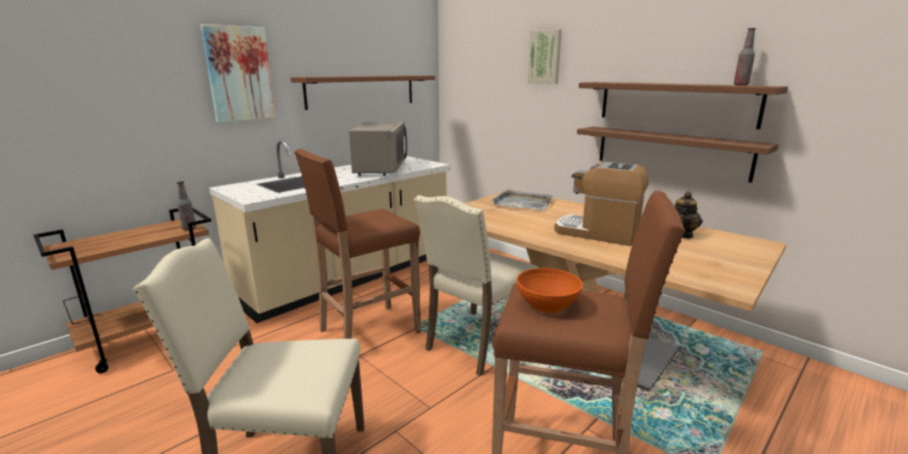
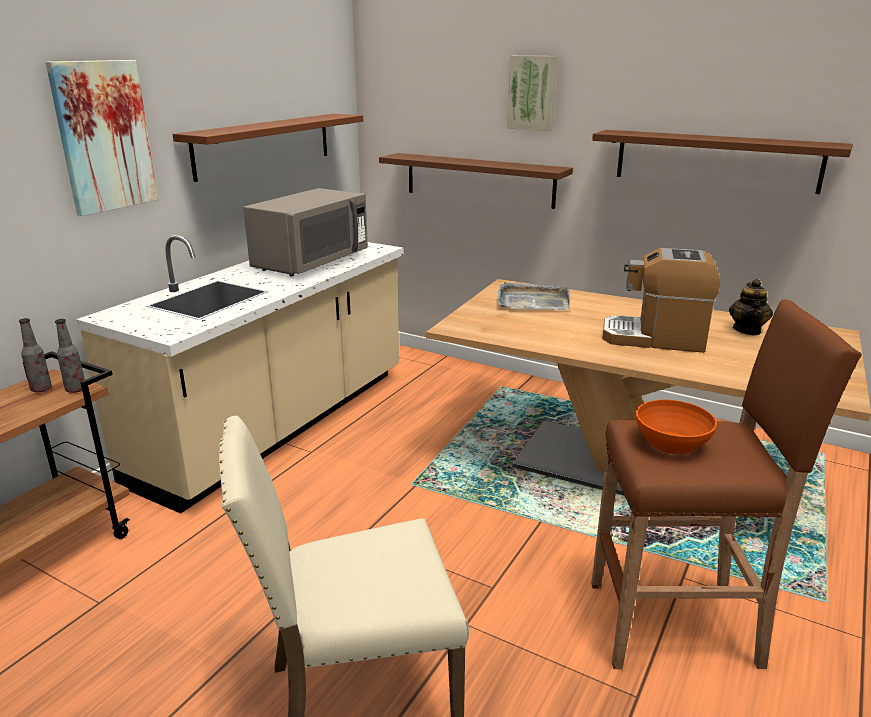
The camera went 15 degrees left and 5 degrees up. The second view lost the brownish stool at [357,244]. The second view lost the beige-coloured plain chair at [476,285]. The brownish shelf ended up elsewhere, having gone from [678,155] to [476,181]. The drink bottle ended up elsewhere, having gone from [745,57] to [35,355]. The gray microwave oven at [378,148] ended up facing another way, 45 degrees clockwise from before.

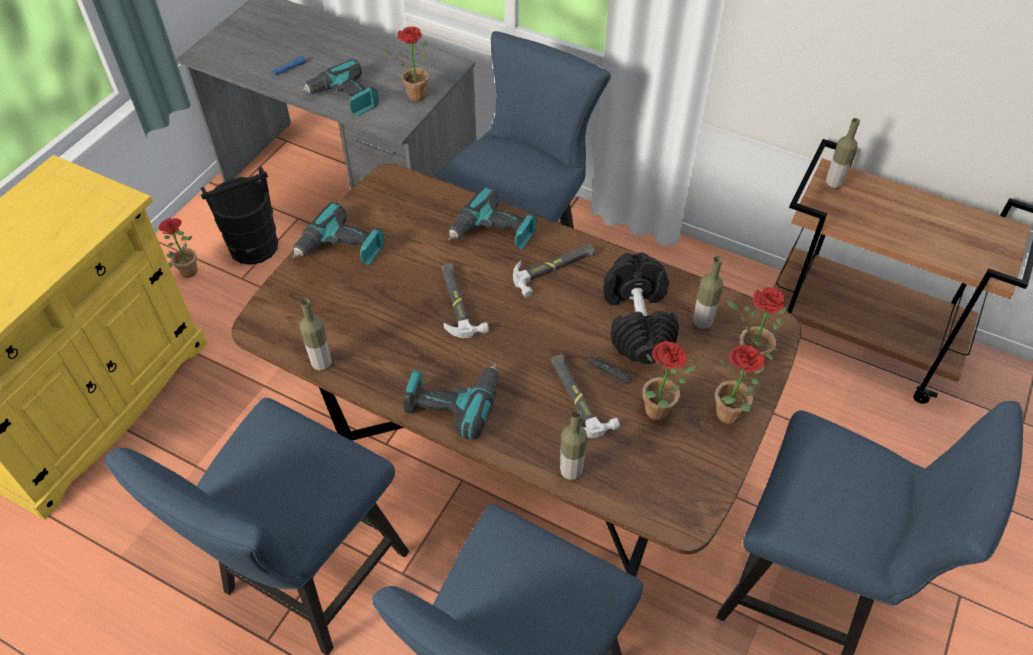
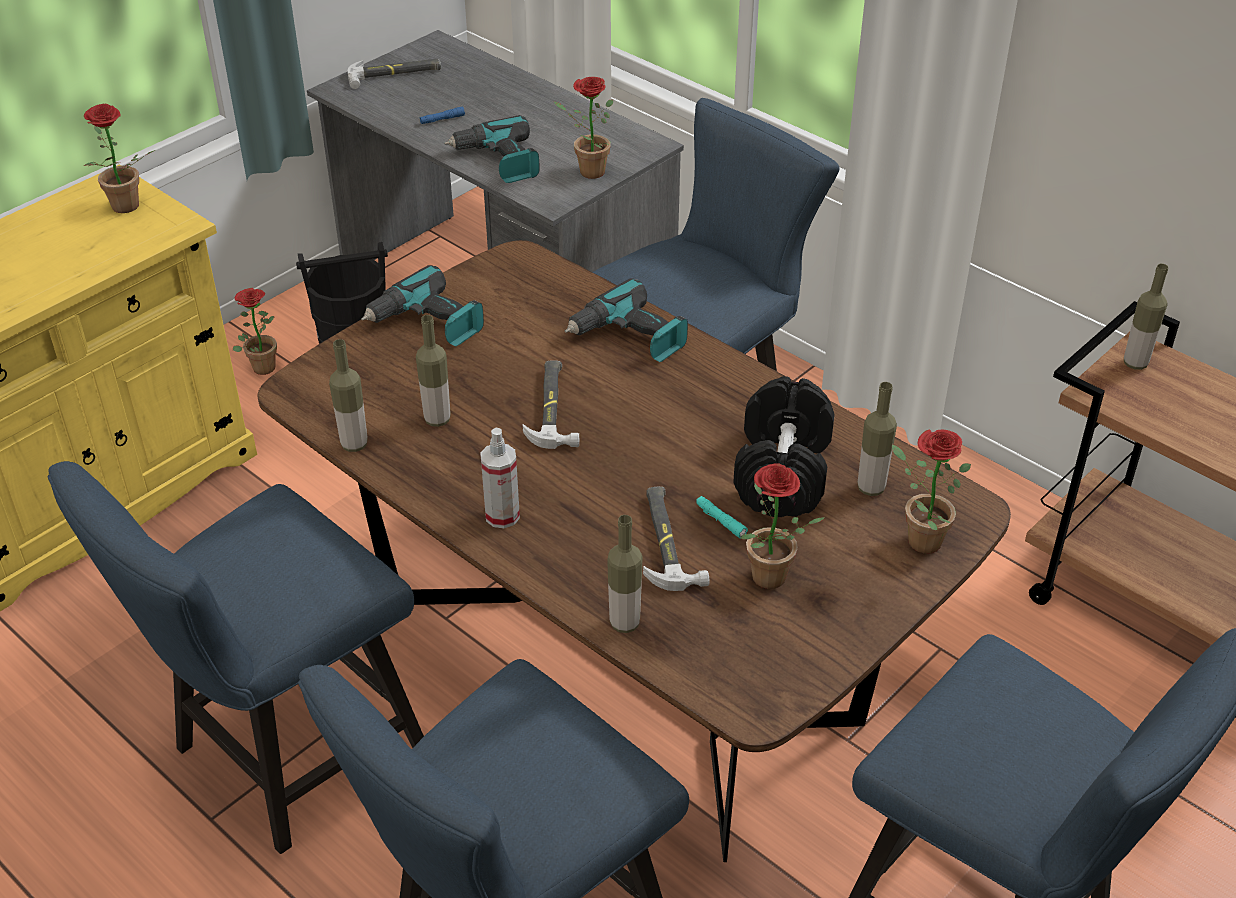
The camera went 15 degrees right and 10 degrees down. The second view gained the drink bottle at [433,371]. The hammer ended up elsewhere, having gone from [554,270] to [394,74]. The potted plant ended up elsewhere, having gone from [740,384] to [119,158]. Where the electric drill stood at [451,402], the sprayer came to stand at [500,478]. What was the blackish torch at [610,370] turned into the blue-green torch at [722,517].

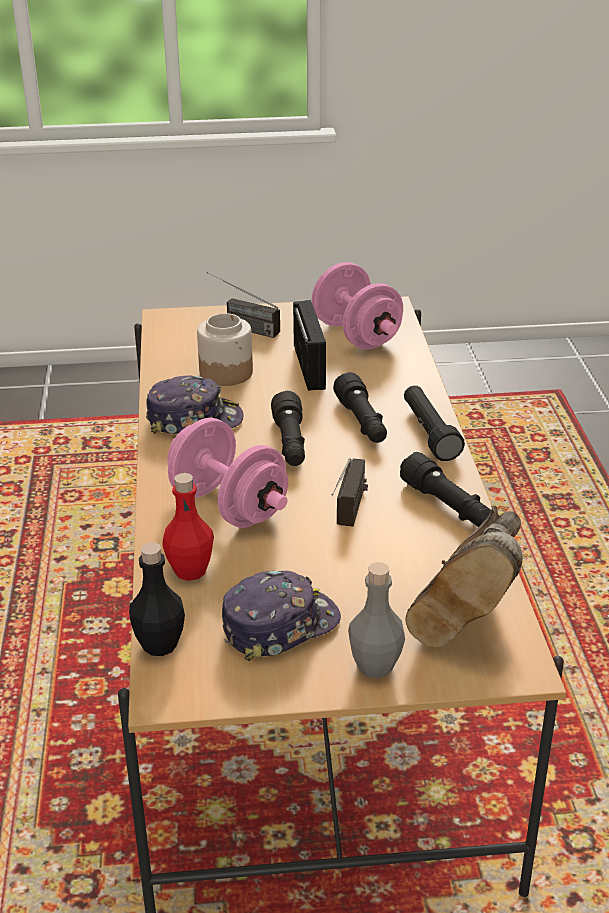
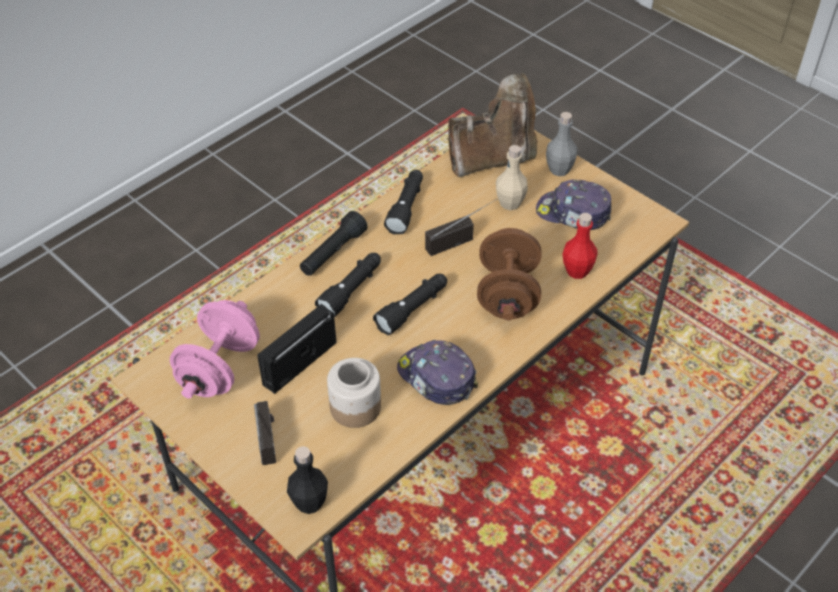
The camera went 130 degrees left and 15 degrees up. The second view gained the beige-coloured drink bottle at [512,177]. The blackish drink bottle ended up elsewhere, having gone from [157,599] to [307,480]. What was the pink free weight at [227,473] turned into the brownish free weight at [509,274].

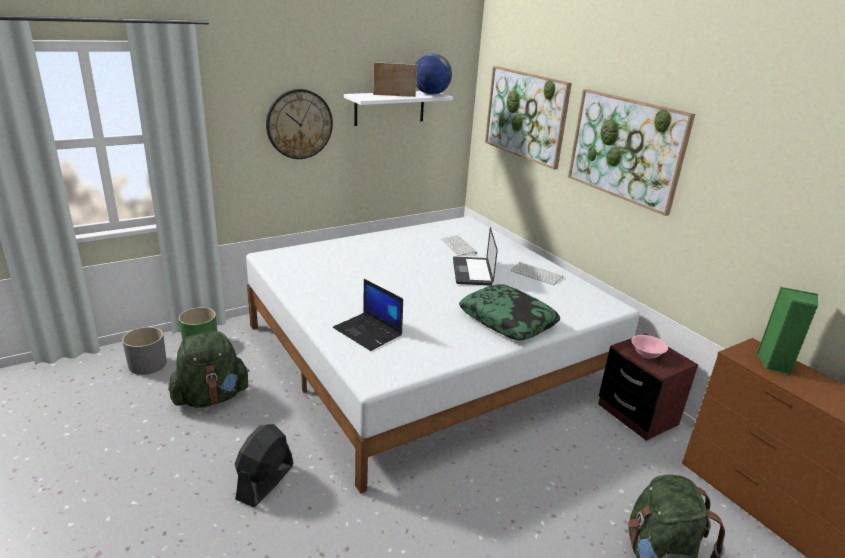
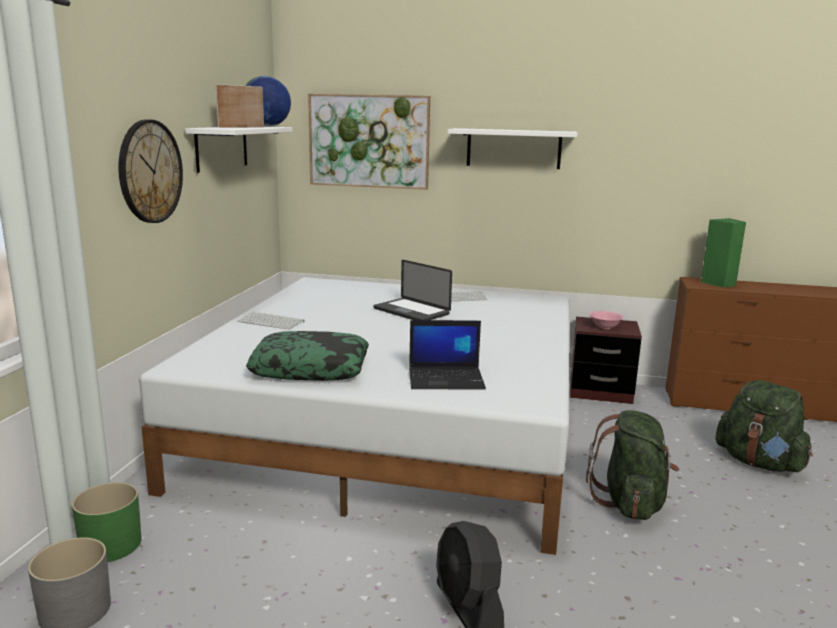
The camera went 45 degrees left and 10 degrees down. The green rucksack ended up elsewhere, having gone from [209,369] to [632,465]. The PC keyboard ended up elsewhere, having gone from [459,245] to [271,321]. The pillow ended up elsewhere, having gone from [509,312] to [307,356]. Where the picture hung at [631,152], the white-coloured shelf came to hang at [512,148].

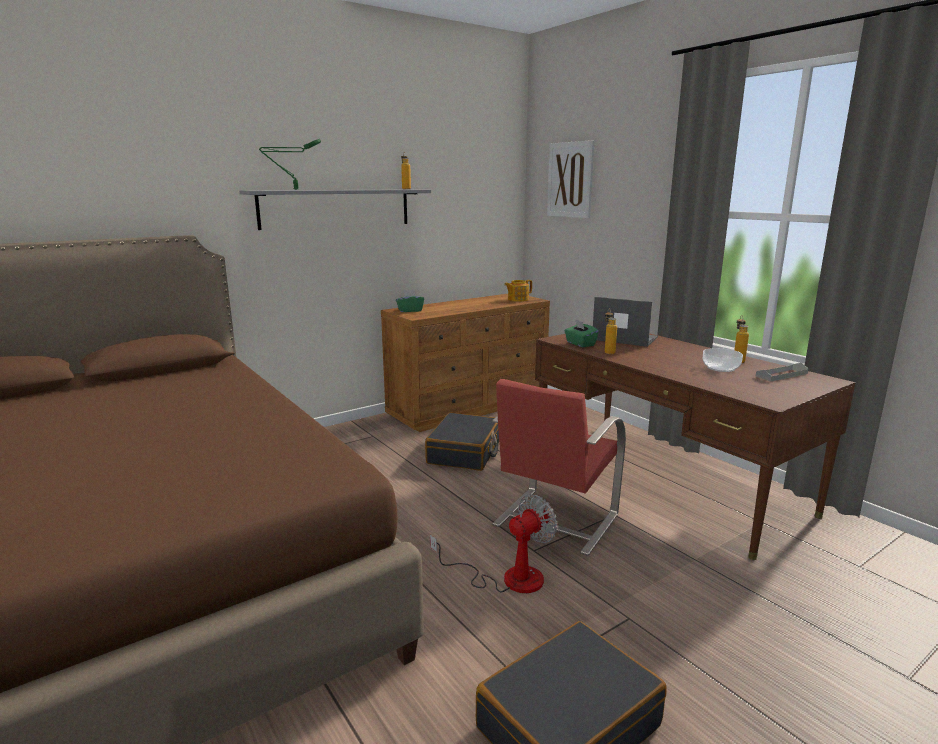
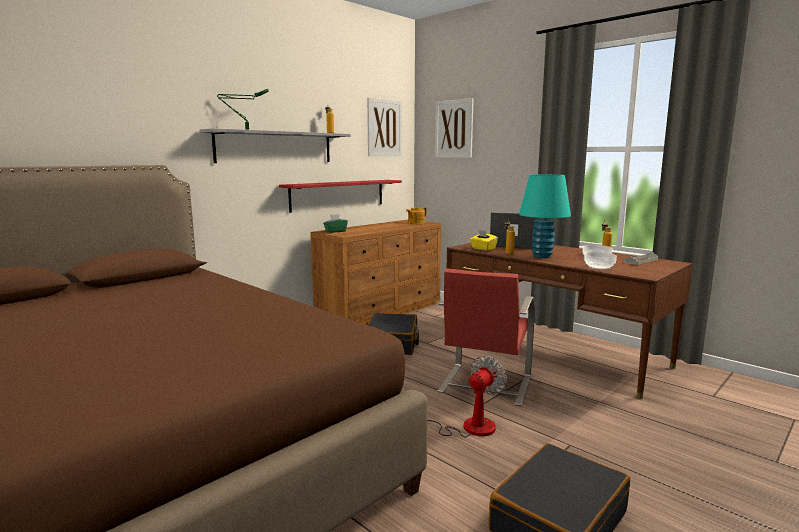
The camera went 10 degrees left and 5 degrees down. The second view gained the reddish shelf at [340,196]. The second view gained the picture at [384,127]. The second view gained the blue-green table lamp at [545,216]. The second view gained the serving bowl at [600,261]. What was the green box of tissues at [581,333] turned into the yellow box of tissues at [484,240].

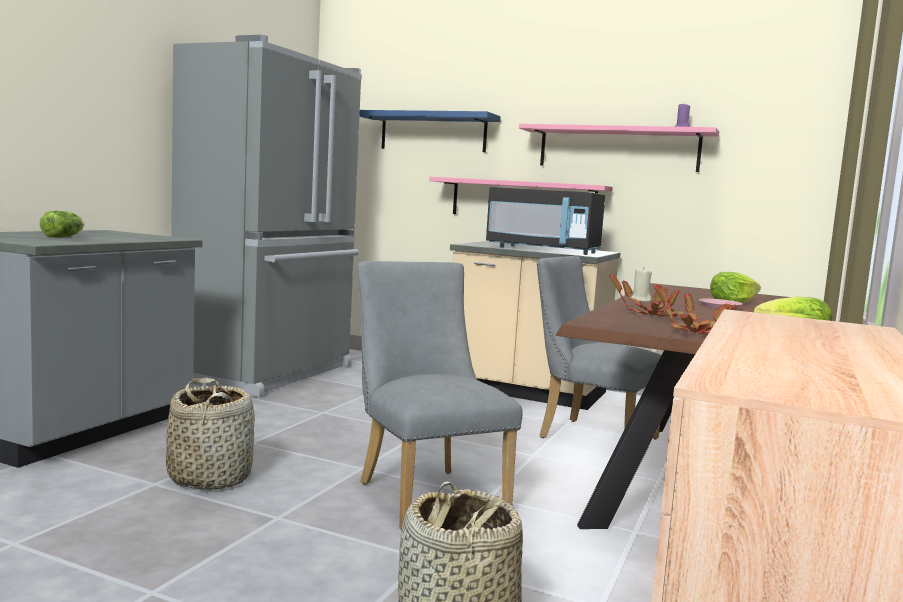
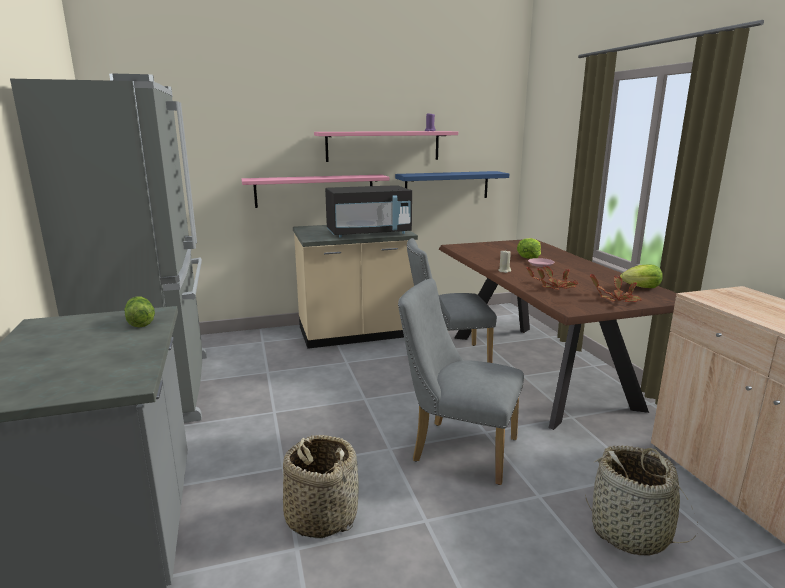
The camera went 40 degrees left and 10 degrees up. The head of lettuce ended up elsewhere, having gone from [62,224] to [140,312]. The bluish shelf ended up elsewhere, having gone from [430,131] to [452,184].

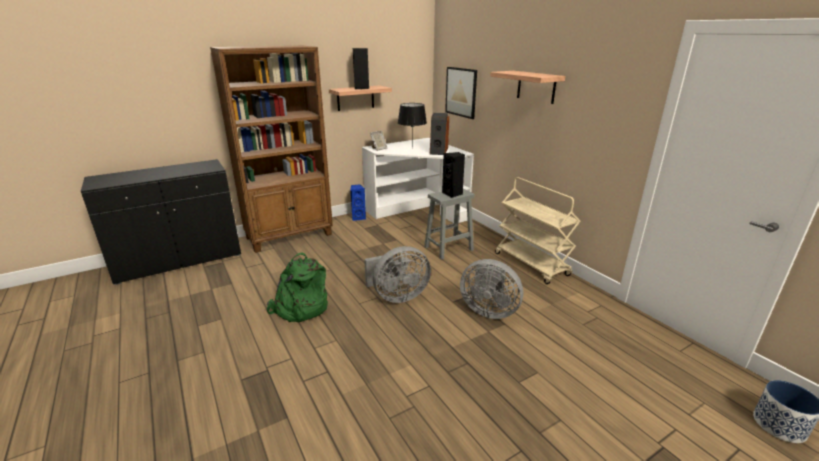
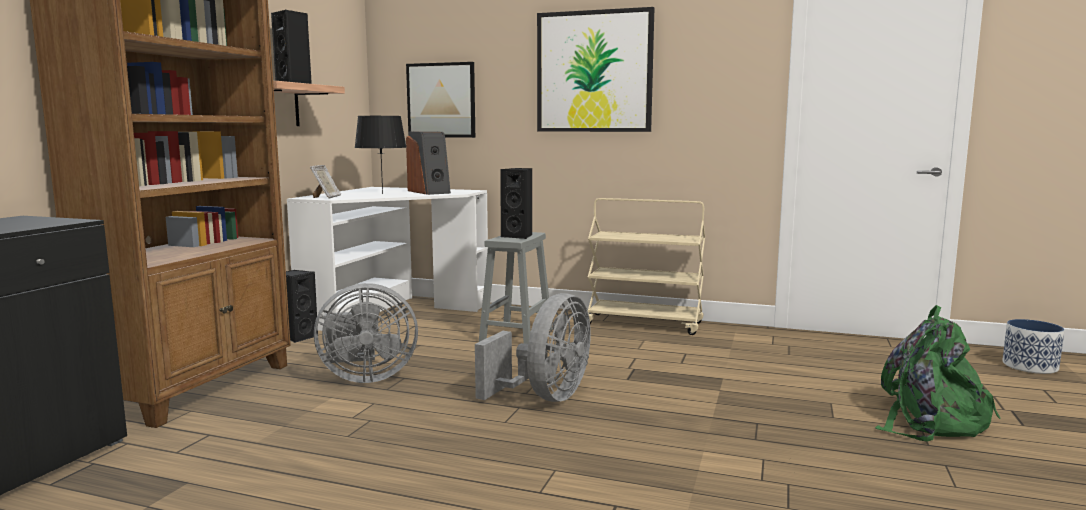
The camera went 40 degrees left and 15 degrees down. The green rucksack ended up elsewhere, having gone from [297,287] to [937,373]. The gray electric fan ended up elsewhere, having gone from [491,289] to [366,333]. Where the shelf hung at [528,87], the picture came to hang at [595,69]. What was the bluish loudspeaker at [358,202] turned into the blackish loudspeaker at [301,306].

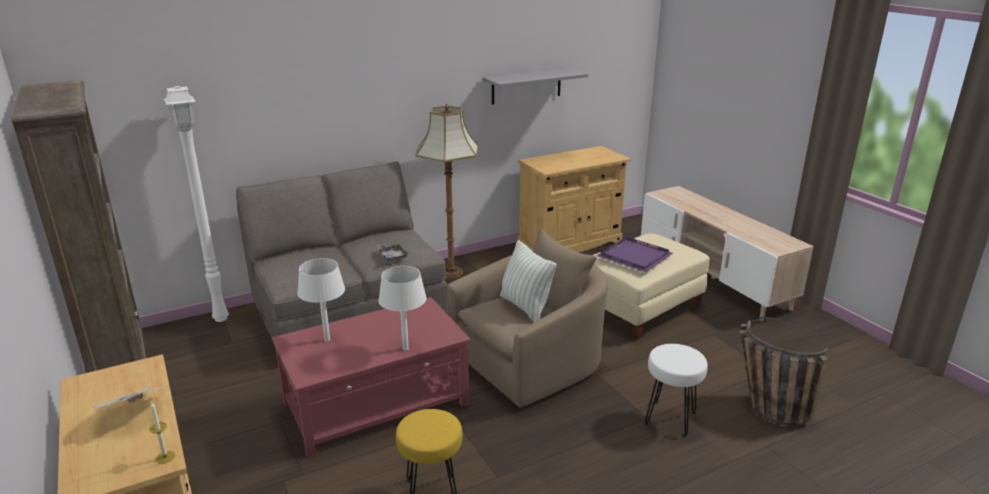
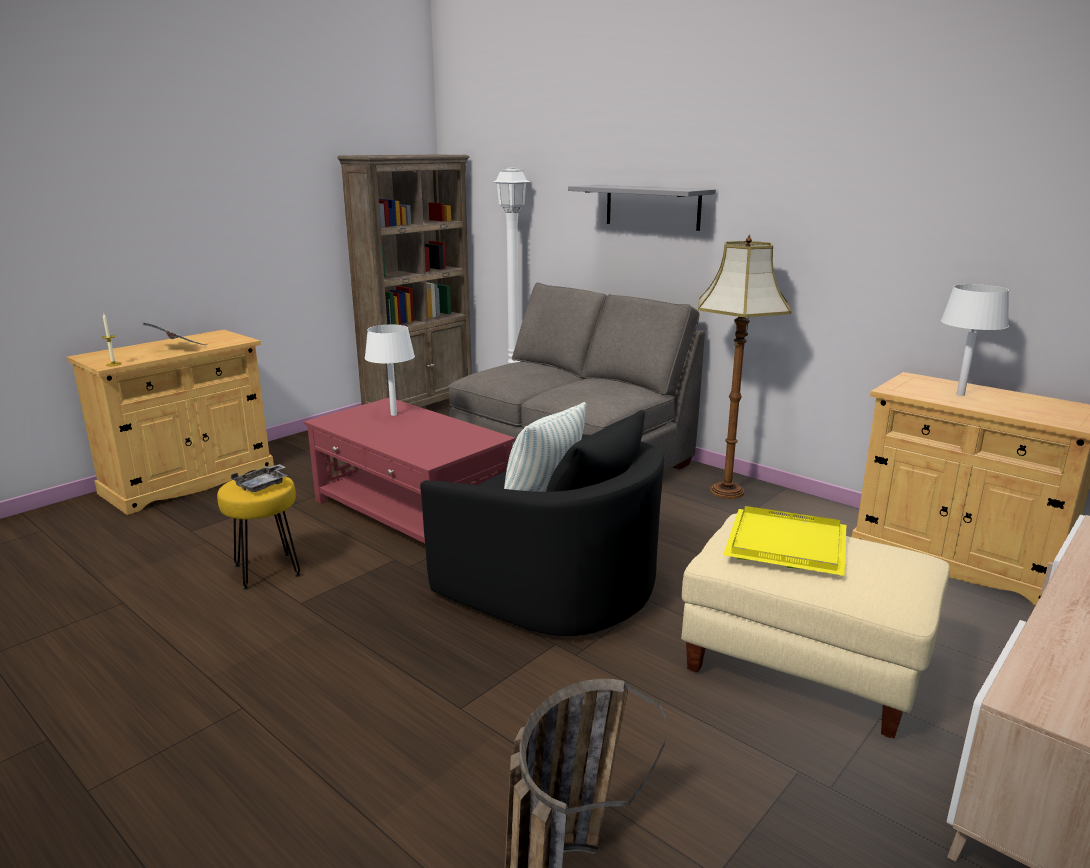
The camera went 70 degrees right and 5 degrees down. The second view lost the white-coloured stool at [676,390]. The gray carrying tray ended up elsewhere, having gone from [393,253] to [259,478]. The white-coloured table lamp ended up elsewhere, having gone from [402,308] to [975,340]. The gray shelf ended up elsewhere, having gone from [535,86] to [642,208]. What was the beige-coloured lounge chair at [527,318] turned into the blackish lounge chair at [542,523]. What was the purple carrying tray at [634,254] turned into the yellow carrying tray at [784,541].

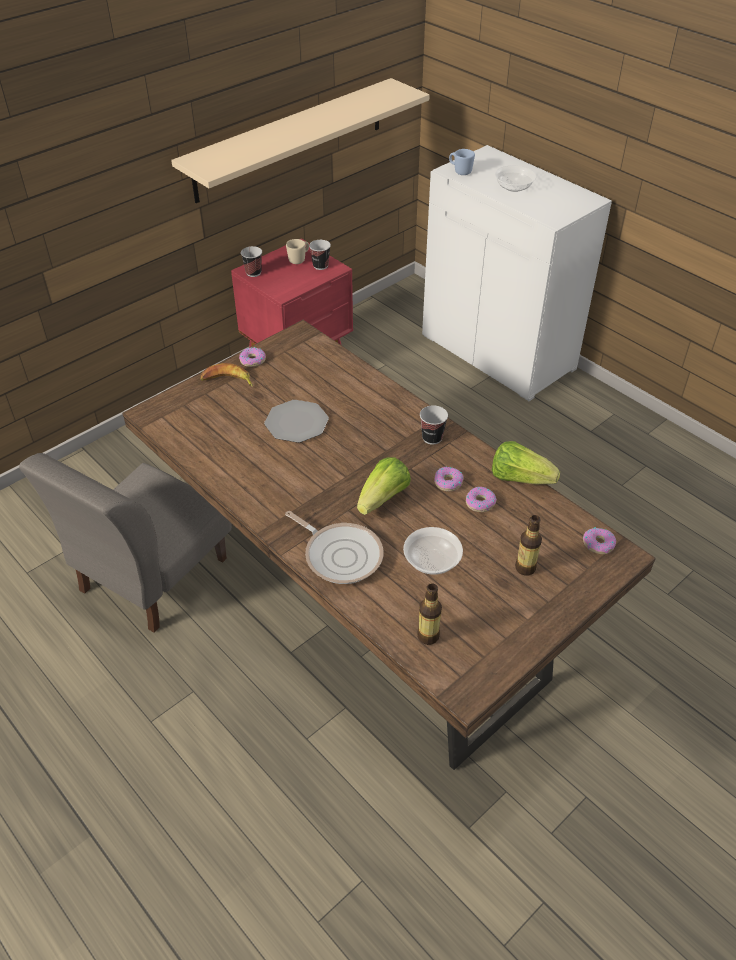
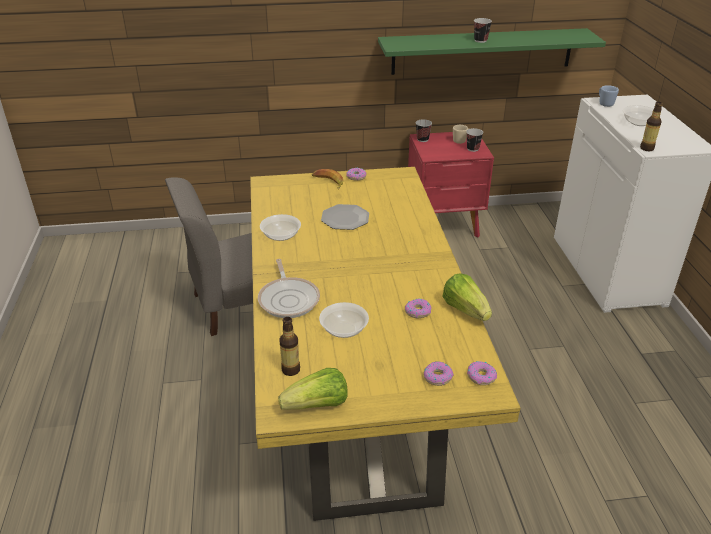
The camera went 35 degrees right and 10 degrees down. The second view gained the serving bowl at [280,227]. The head of lettuce ended up elsewhere, having gone from [384,486] to [313,389]. The cup ended up elsewhere, having gone from [434,425] to [483,30]. The ring doughnut ended up elsewhere, having gone from [449,479] to [438,373]. The drink bottle ended up elsewhere, having gone from [528,545] to [651,126]. What was the brownish dinner table at [389,545] turned into the yellow dinner table at [385,344]. What was the beige-coloured shelf at [300,140] turned into the green shelf at [492,51].

